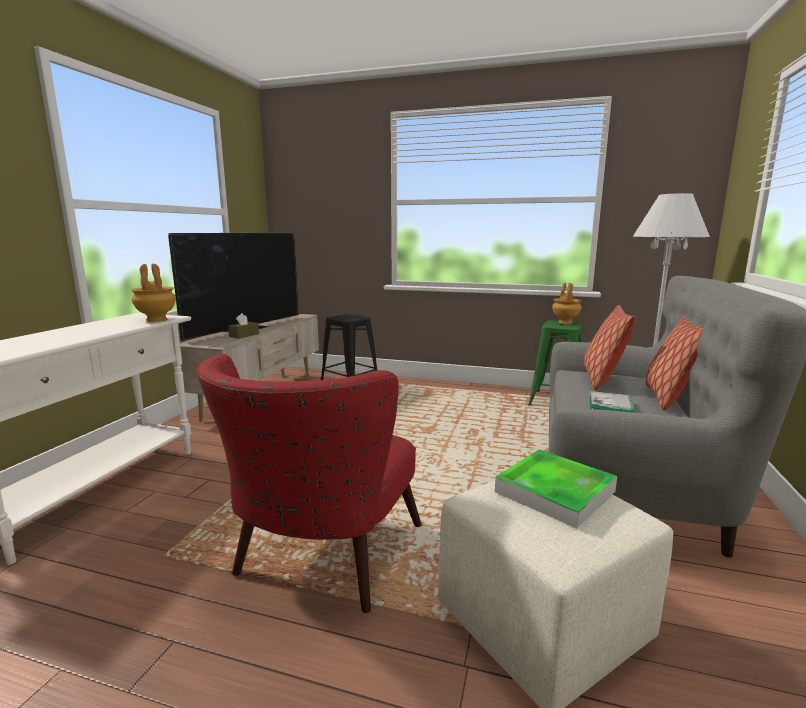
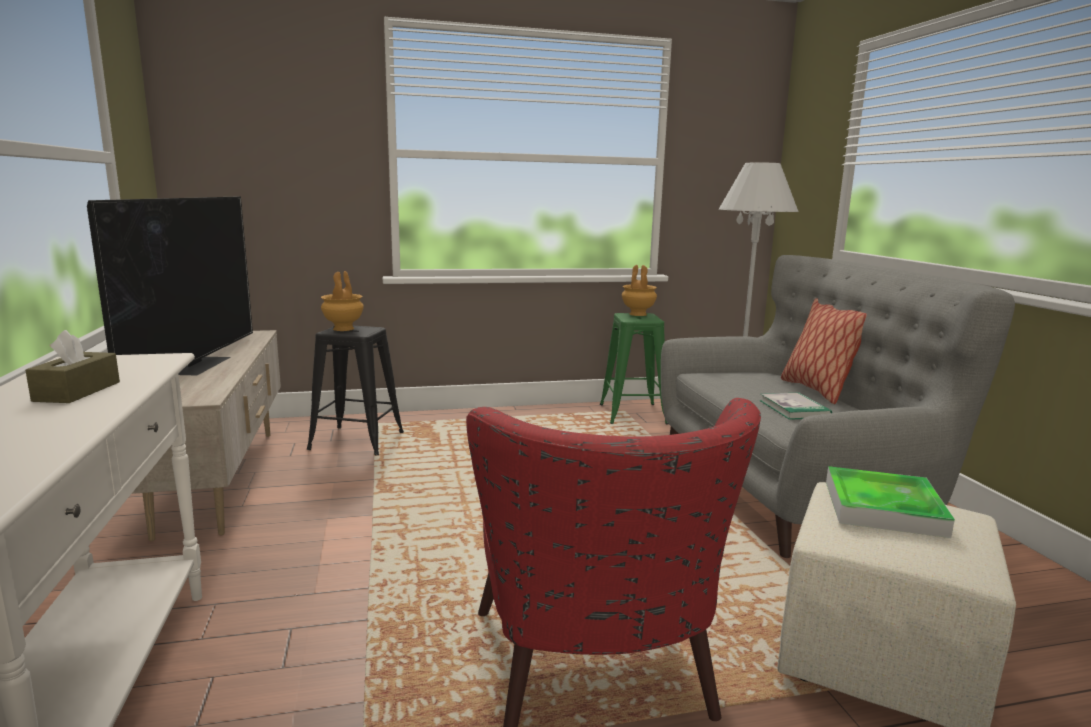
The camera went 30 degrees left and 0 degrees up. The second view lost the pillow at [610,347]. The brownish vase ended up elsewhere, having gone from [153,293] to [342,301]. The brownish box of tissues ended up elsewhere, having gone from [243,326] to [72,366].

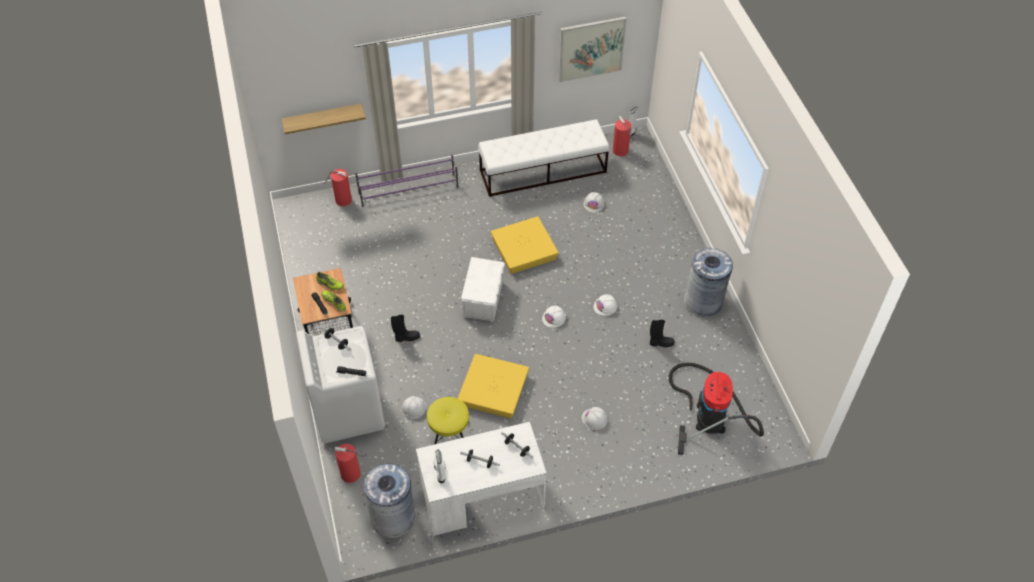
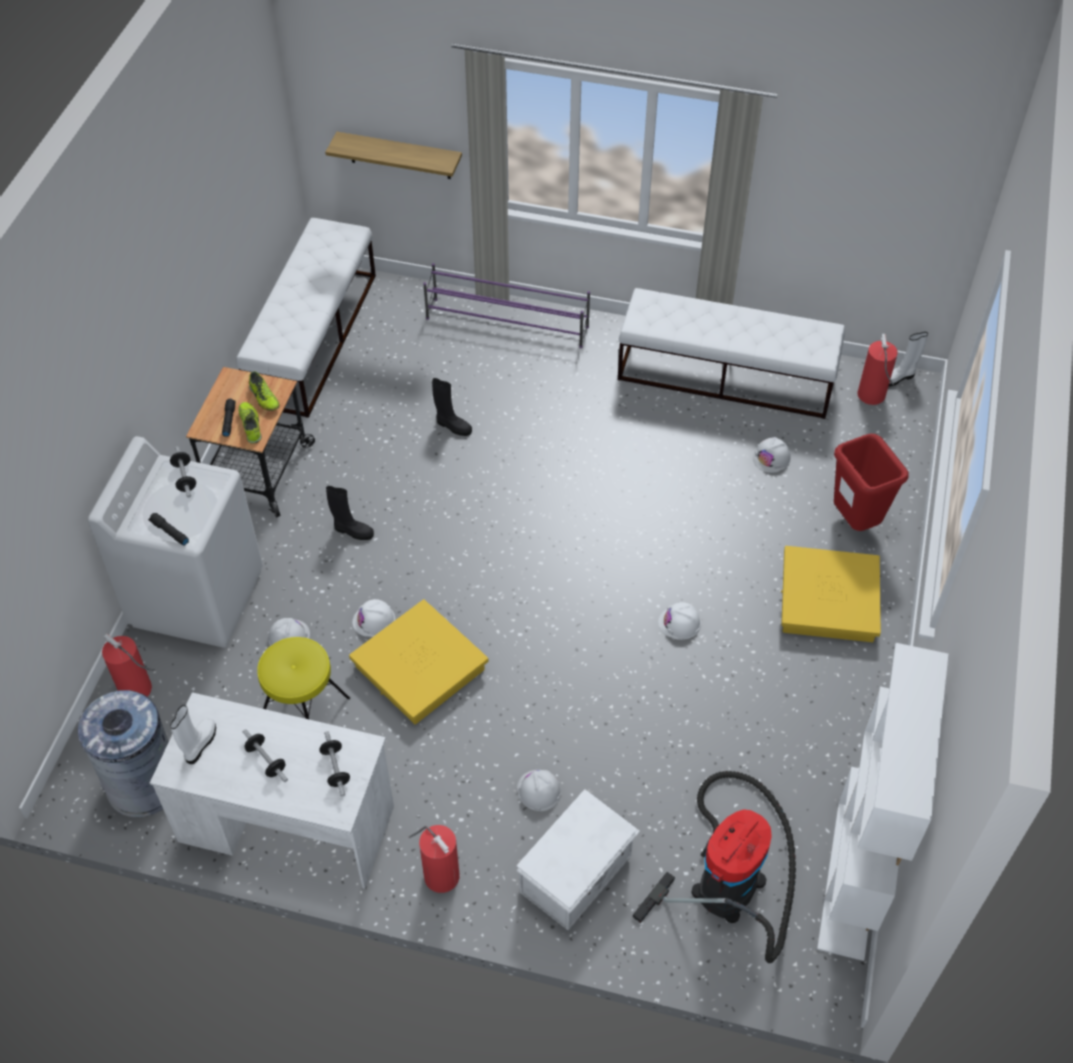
The camera went 30 degrees right and 0 degrees up. The second view lost the picture at [592,49]. The second view lost the gray rubbish bin at [708,282]. The second view gained the white-coloured long seat at [306,318]. The second view gained the white-coloured bookshelf at [882,802]. The second view gained the reddish rubbish bin at [871,482]. The fire-fighting cylinder ended up elsewhere, having gone from [338,187] to [434,859]. The white-coloured storage box ended up elsewhere, having gone from [483,289] to [578,859]. The yellow storage box ended up elsewhere, having gone from [524,245] to [831,594]. The white-coloured work helmet ended up elsewhere, having gone from [554,316] to [374,618]. The blackish tall boot ended up elsewhere, having gone from [662,333] to [452,407].

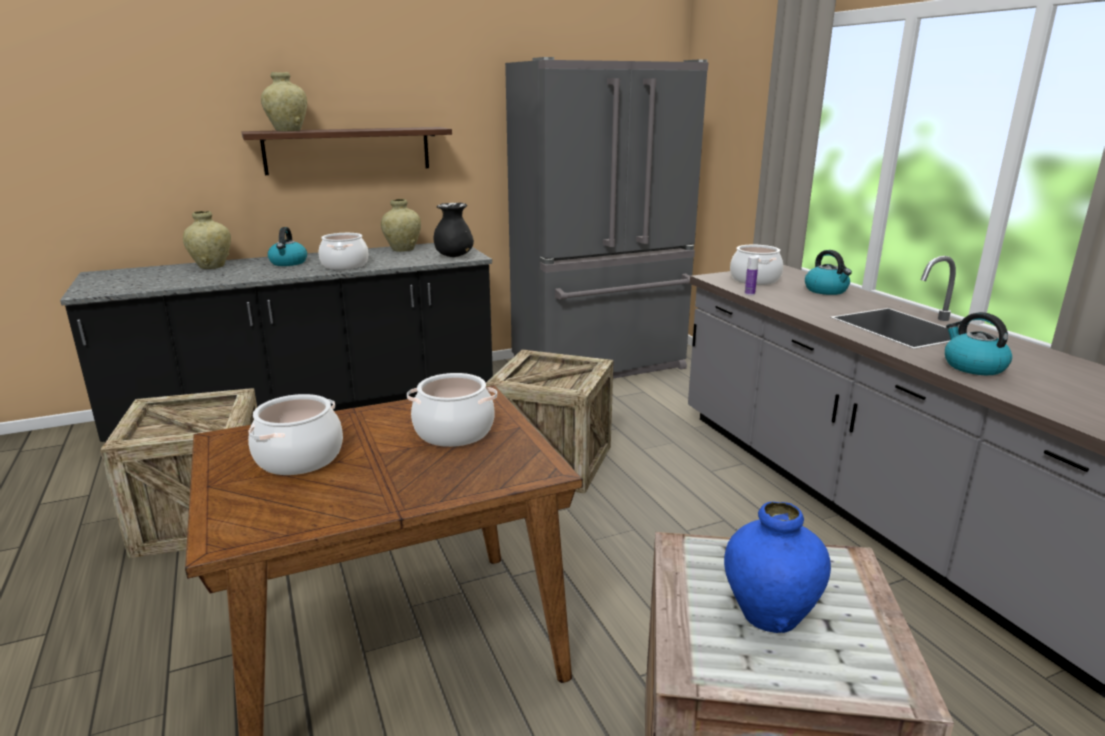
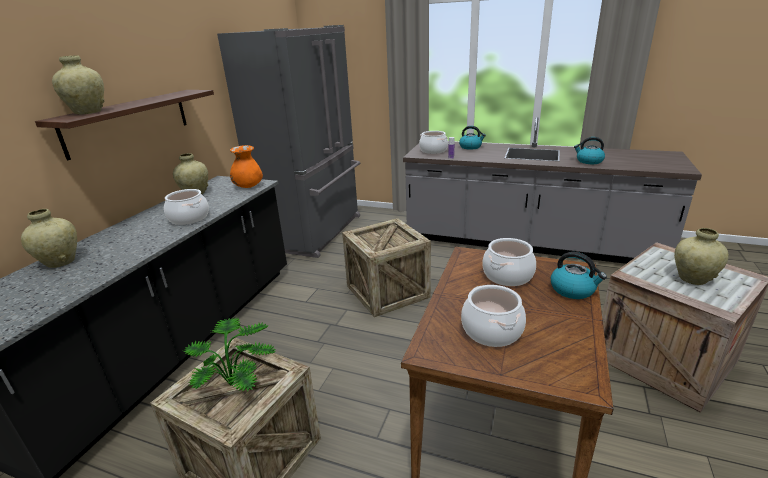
The camera went 45 degrees left and 5 degrees up. The second view gained the potted plant at [229,355]. The water kettle ended up elsewhere, having gone from [287,246] to [579,275]. What was the blackish vase at [454,230] turned into the orange-coloured vase at [246,166]. What was the bluish vase at [777,567] turned into the beige-coloured vase at [701,256].

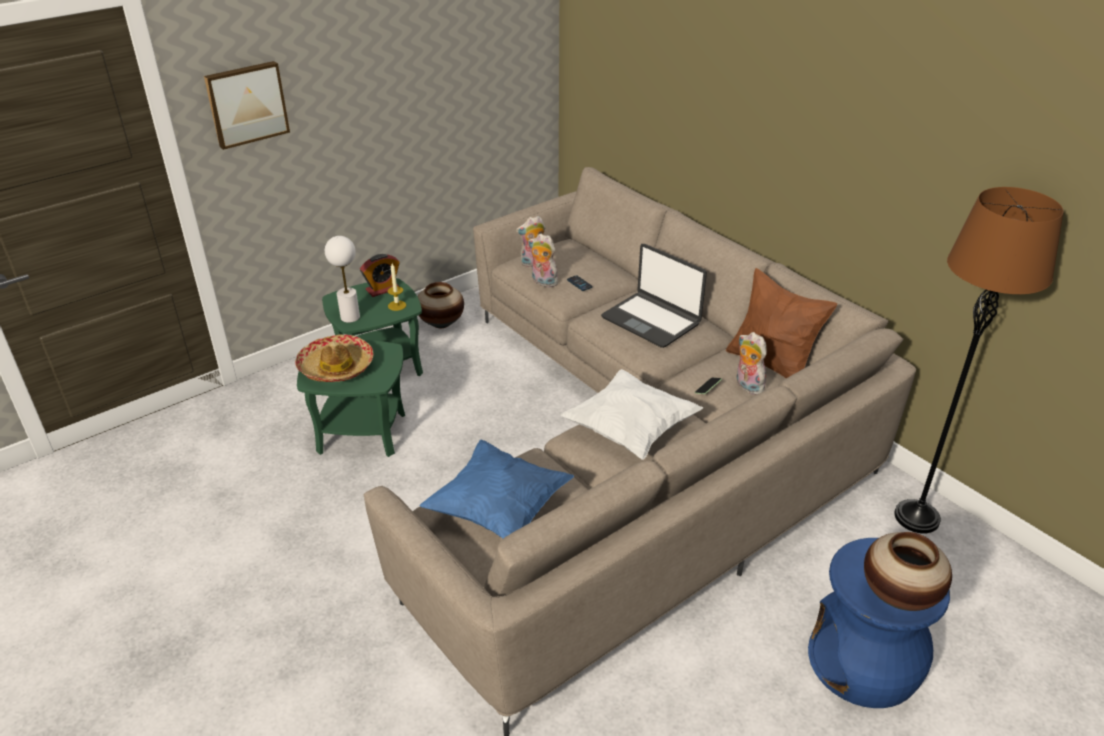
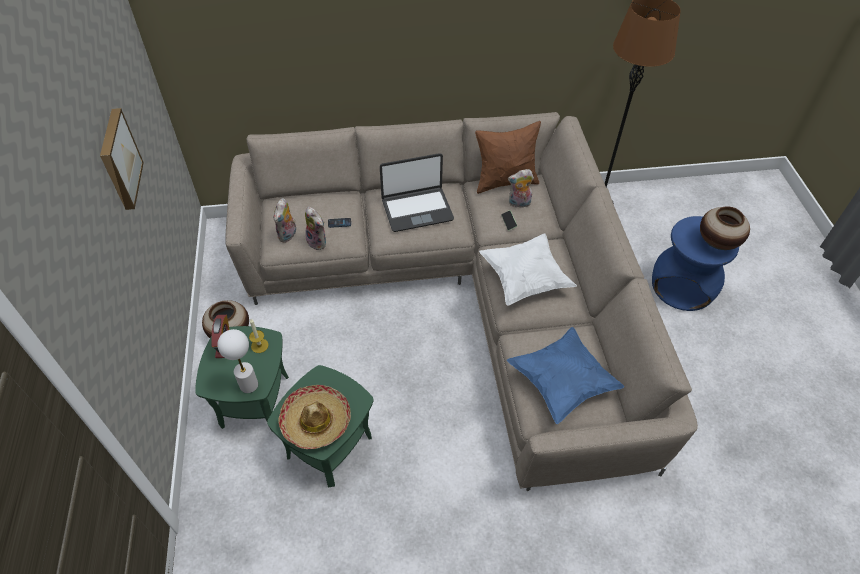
The camera went 60 degrees left and 15 degrees up. The picture ended up elsewhere, having gone from [247,105] to [122,159]. The plush toy at [543,260] ended up facing another way, 105 degrees counterclockwise from before.

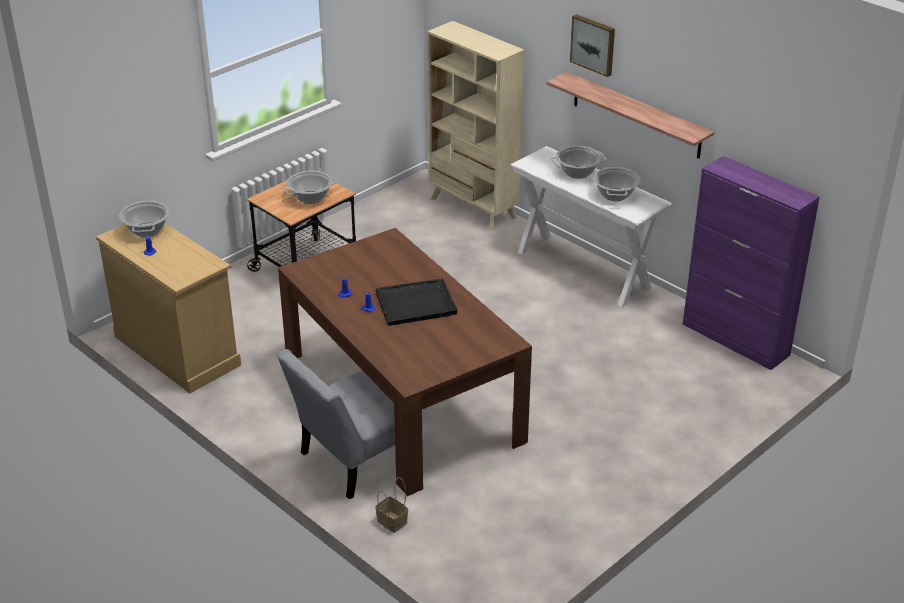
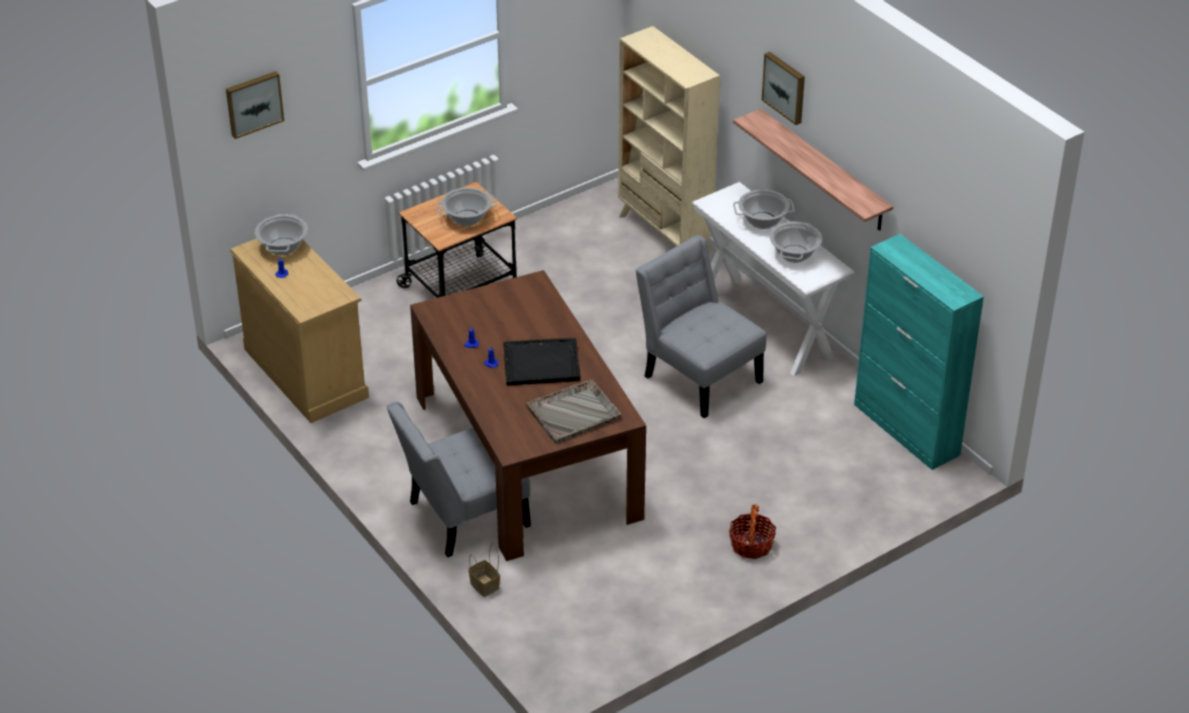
The camera went 10 degrees right and 5 degrees up. The second view gained the picture at [255,105]. The second view gained the gray carrying tray at [574,411]. The second view gained the gray plain chair at [700,326]. The second view gained the household basket at [752,531]. What was the purple cupboard at [751,263] turned into the blue-green cupboard at [919,352].

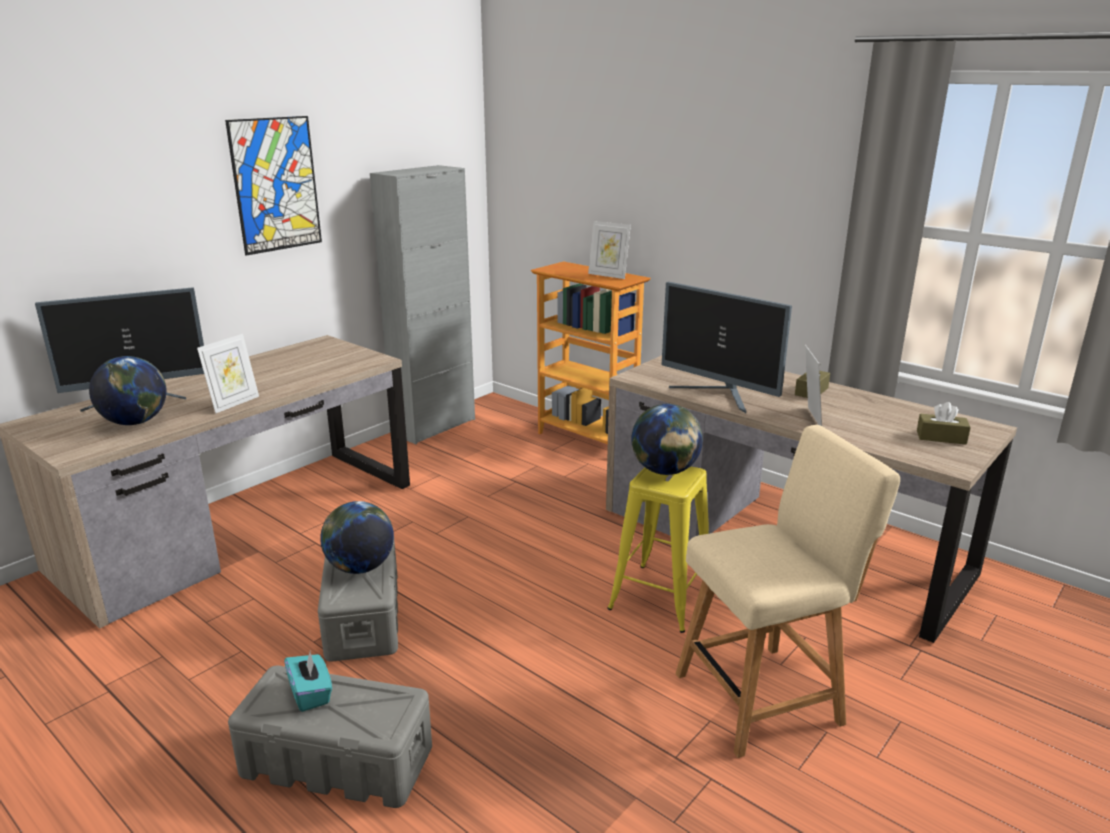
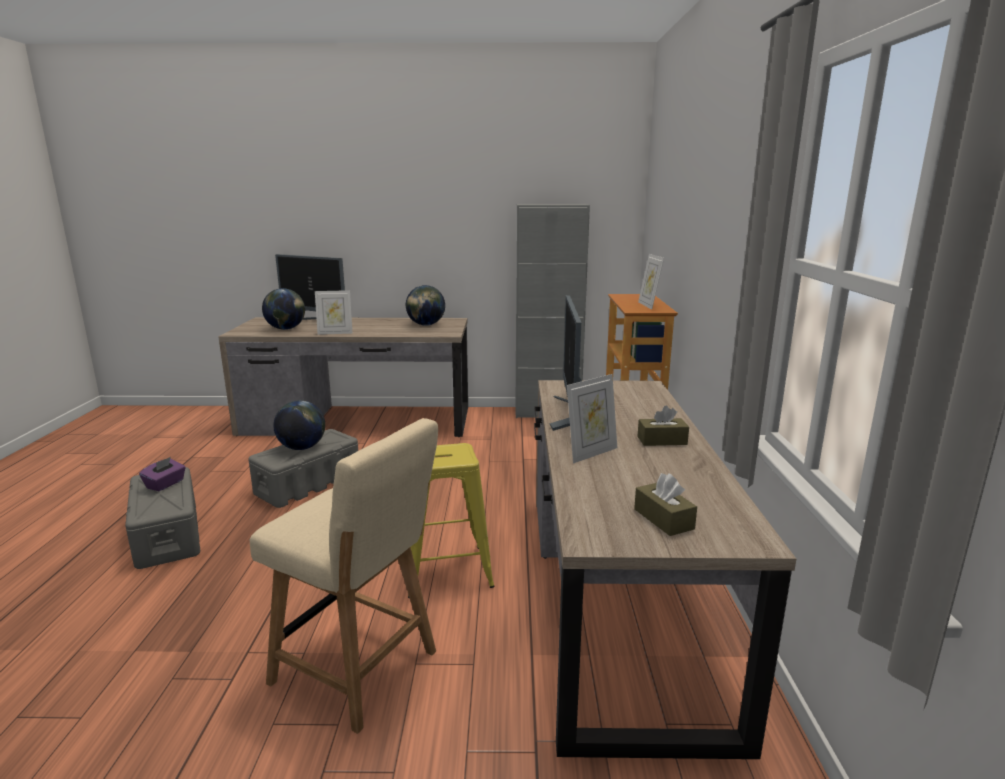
The camera went 50 degrees right and 5 degrees down. The second view lost the picture at [273,186]. The desk globe ended up elsewhere, having gone from [667,439] to [425,305]. What was the blue-green box of tissues at [308,681] turned into the purple box of tissues at [162,474].

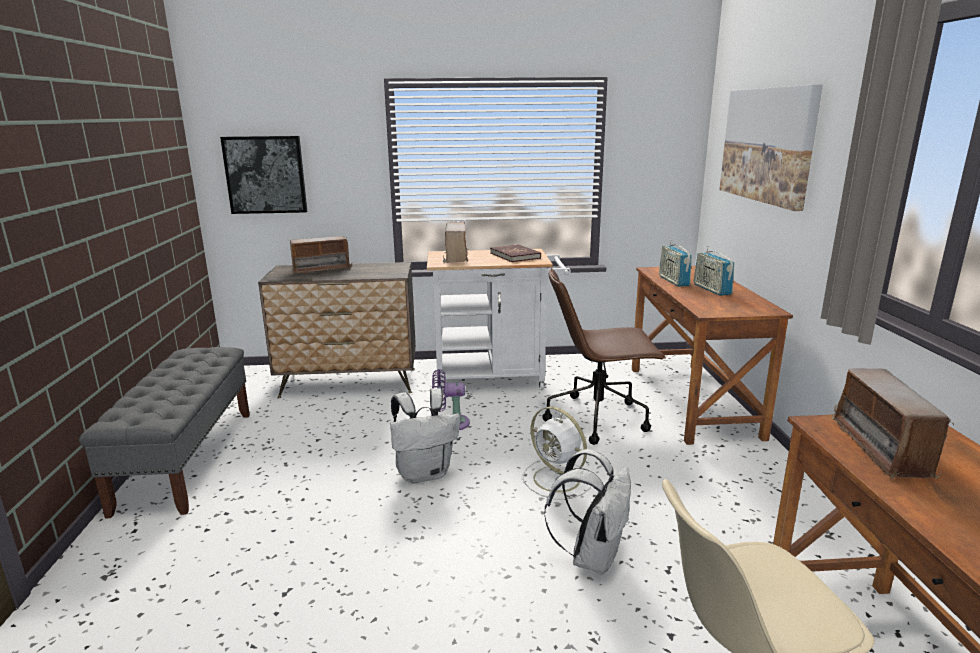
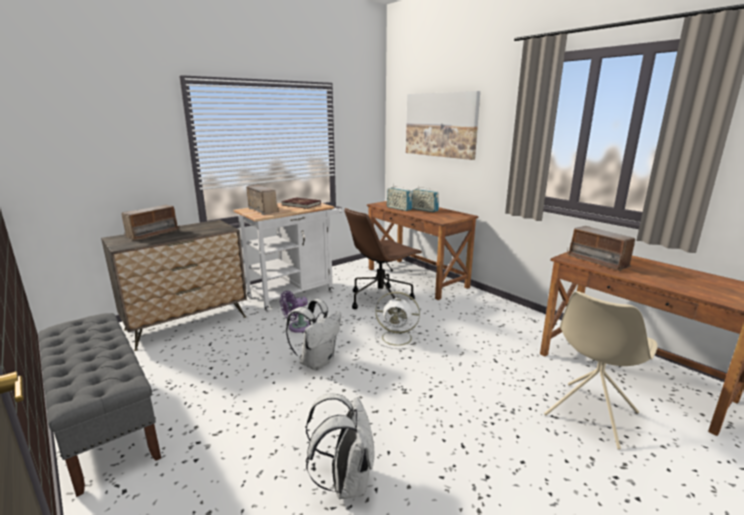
The camera went 35 degrees left and 0 degrees up. The second view lost the picture at [263,175]. The white-coloured rucksack ended up elsewhere, having gone from [587,511] to [339,446].

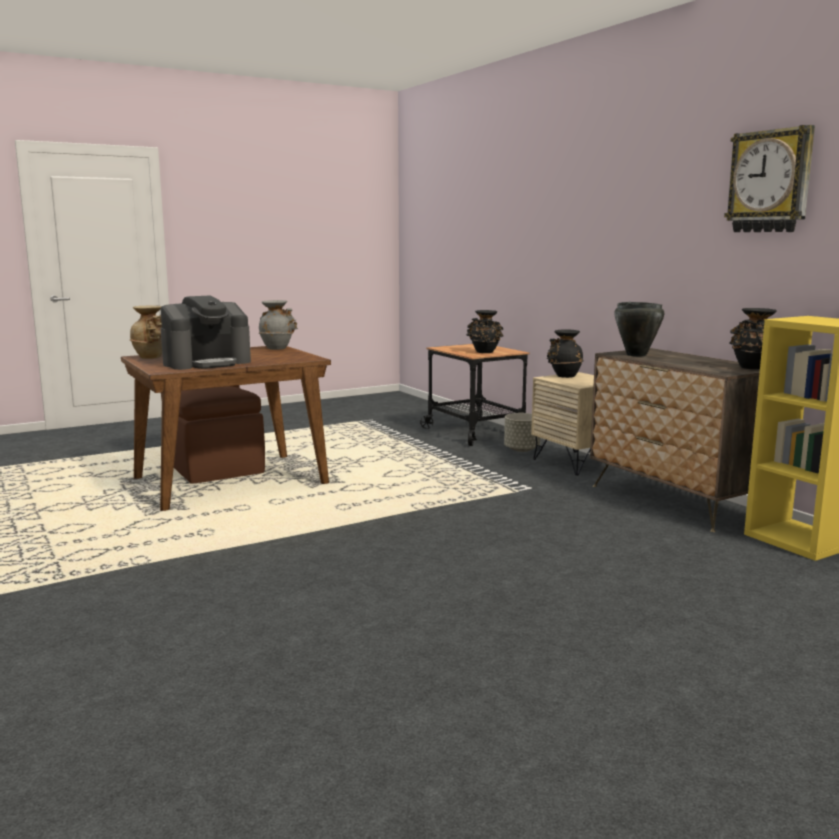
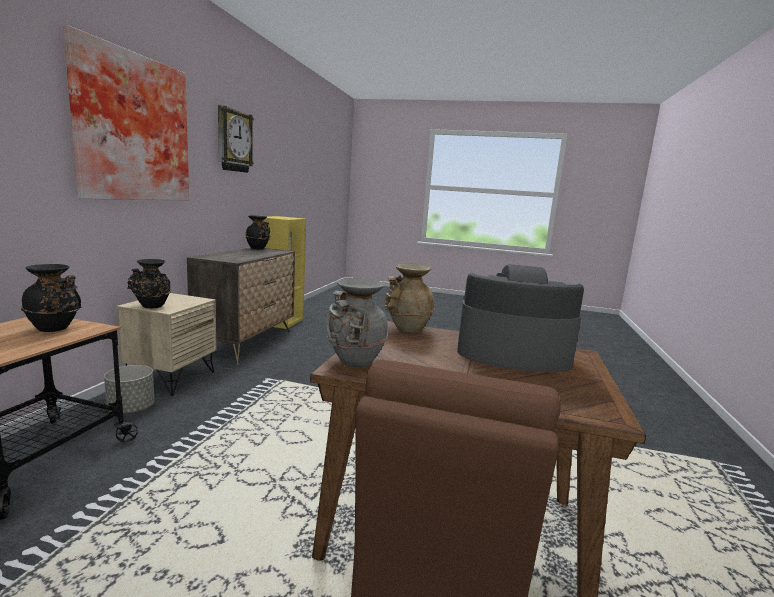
The camera went 135 degrees left and 0 degrees up. The second view lost the blackish saucepot at [639,329]. The second view gained the picture at [126,113]. The beige-coloured vase ended up elsewhere, having gone from [146,332] to [409,298].

